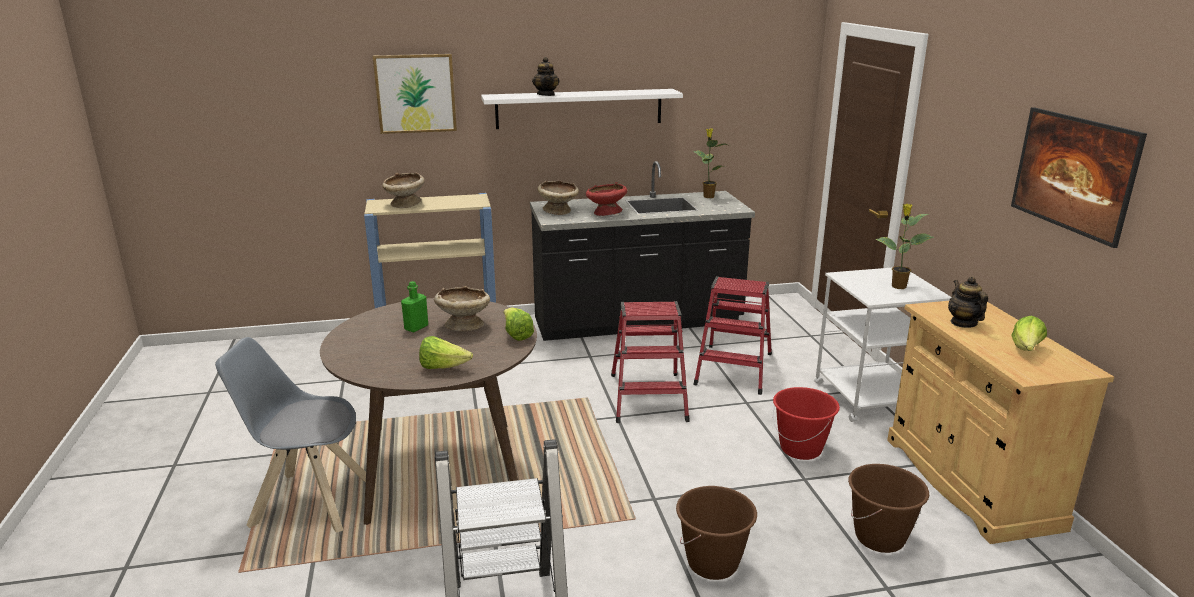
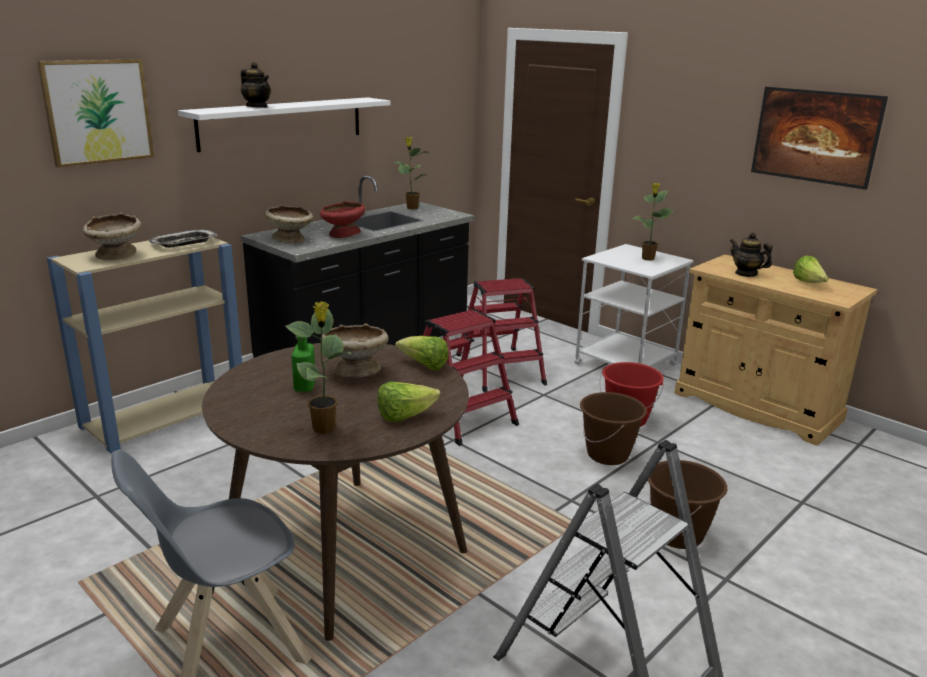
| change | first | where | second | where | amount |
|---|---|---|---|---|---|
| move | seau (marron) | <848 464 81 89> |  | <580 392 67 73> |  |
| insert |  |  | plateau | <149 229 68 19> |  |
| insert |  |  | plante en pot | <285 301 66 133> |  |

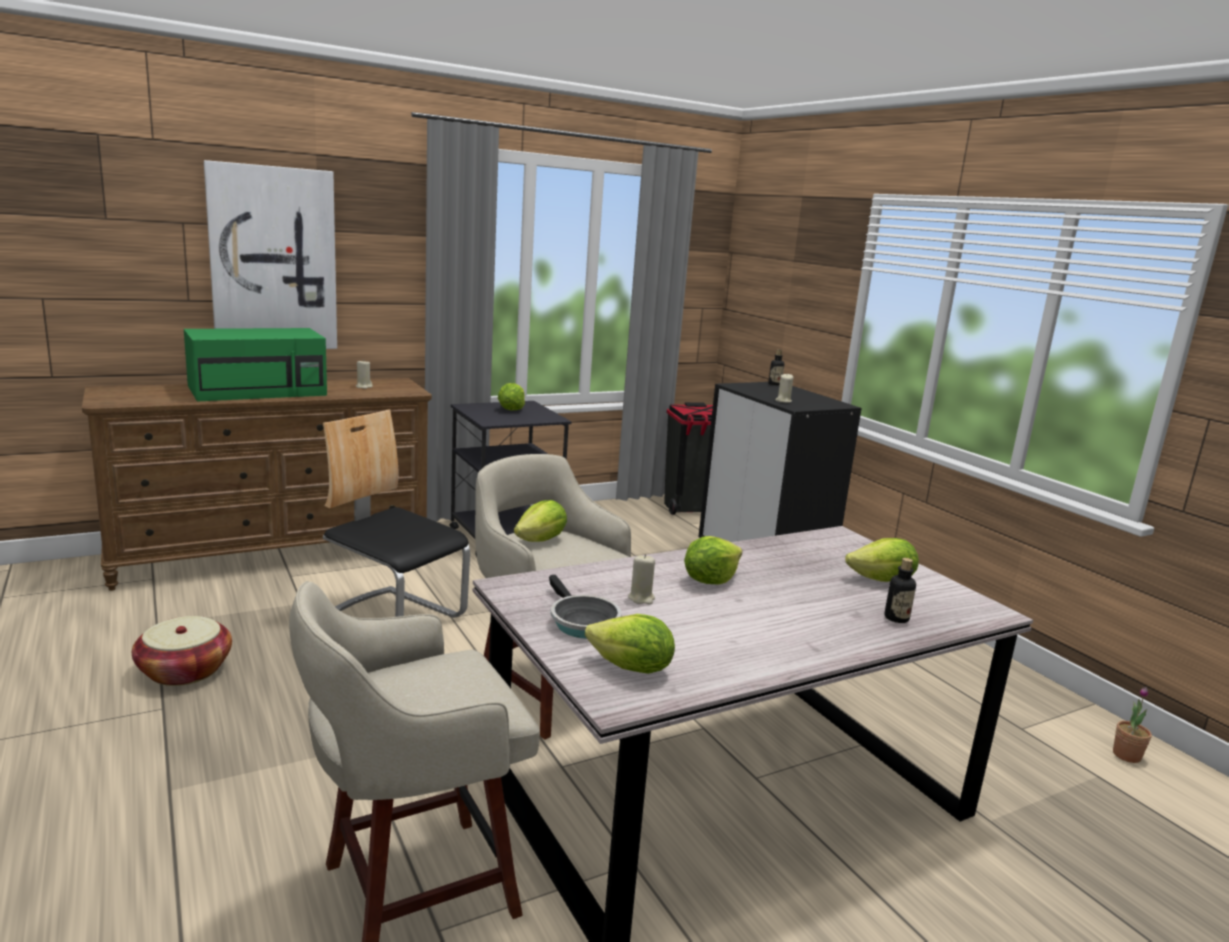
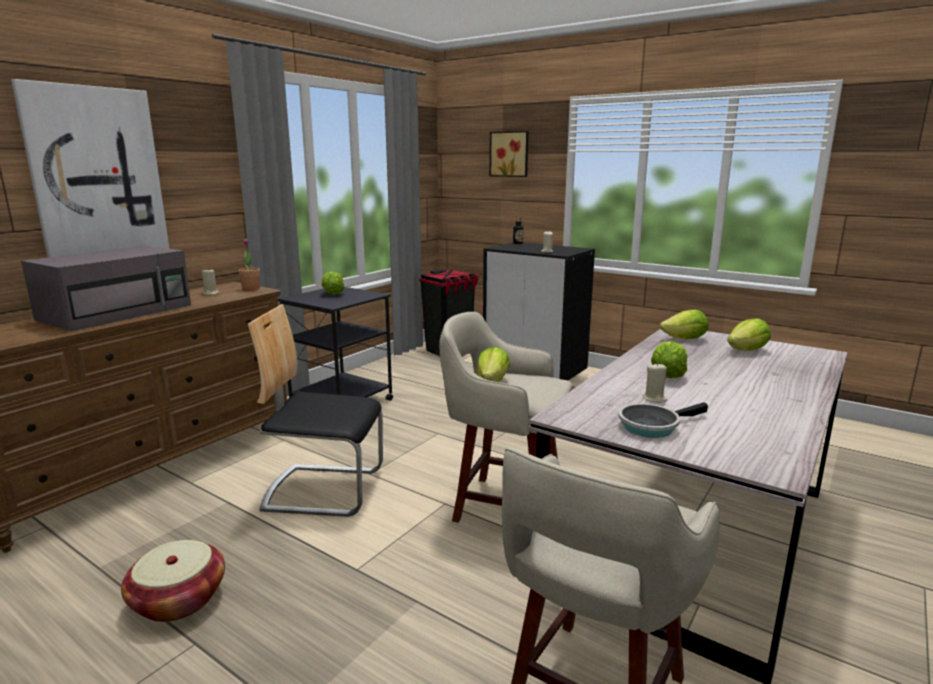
| change | first | where | second | where | amount |
|---|---|---|---|---|---|
| recolor | micro-ondes (vert) | <184 328 143 74> | micro-ondes (gris) | <21 246 170 85> |  |
| rotate | poêle | <549 575 73 64> |  | <618 402 90 36> | 120 degrees clockwise |
| move | laitue | <585 614 90 60> |  | <660 309 49 30> |  |
| delete | bouteille | <885 558 31 65> |  |  |  |
| move | plante en pot | <1113 687 39 76> |  | <239 238 21 53> |  |
| insert |  |  | tableau | <489 131 40 46> |  |

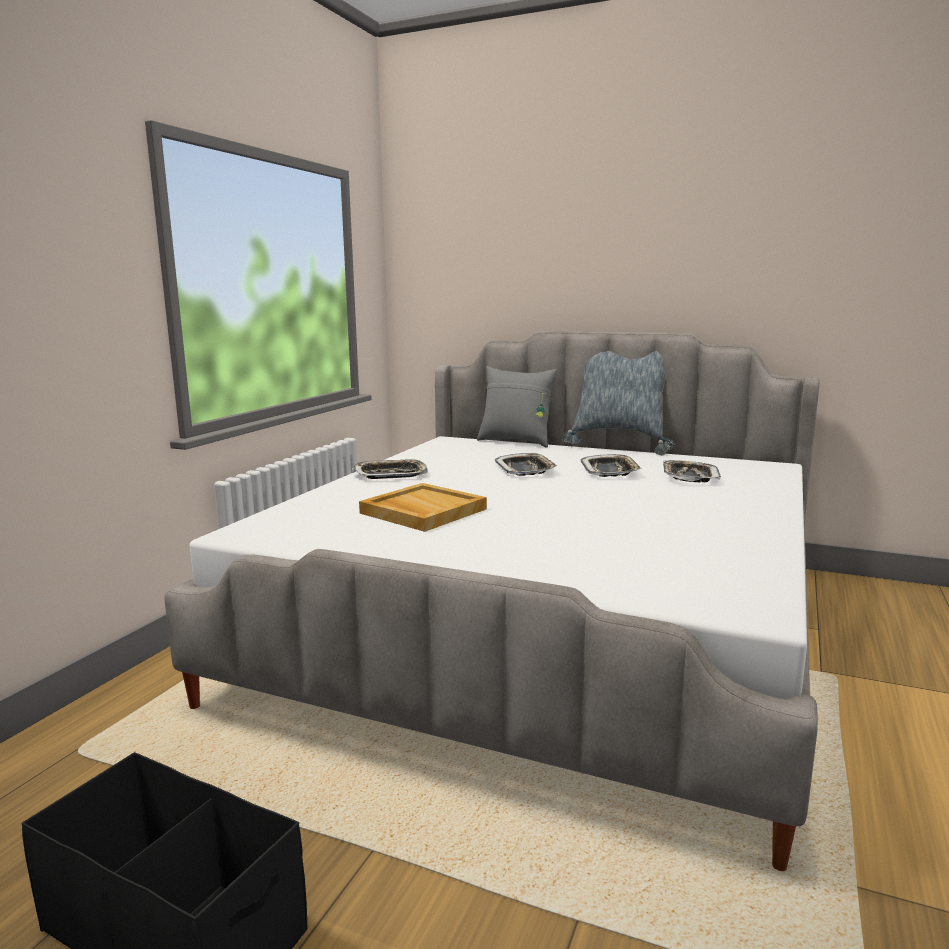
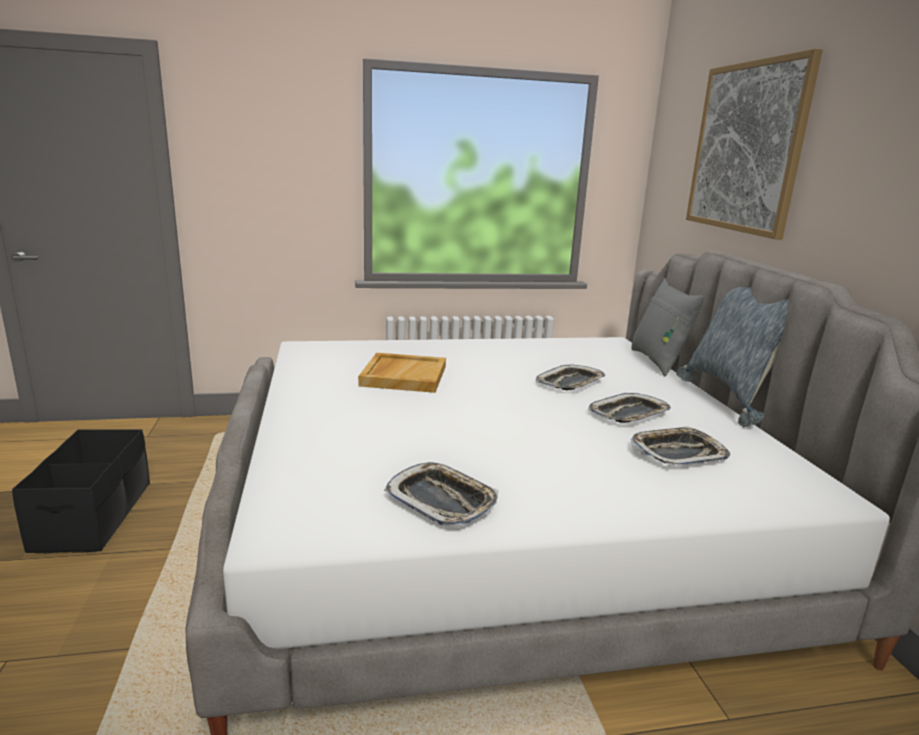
| change | first | where | second | where | amount |
|---|---|---|---|---|---|
| move | plateau | <352 459 75 20> |  | <384 462 114 66> |  |
| insert |  |  | tableau | <686 49 137 190> |  |

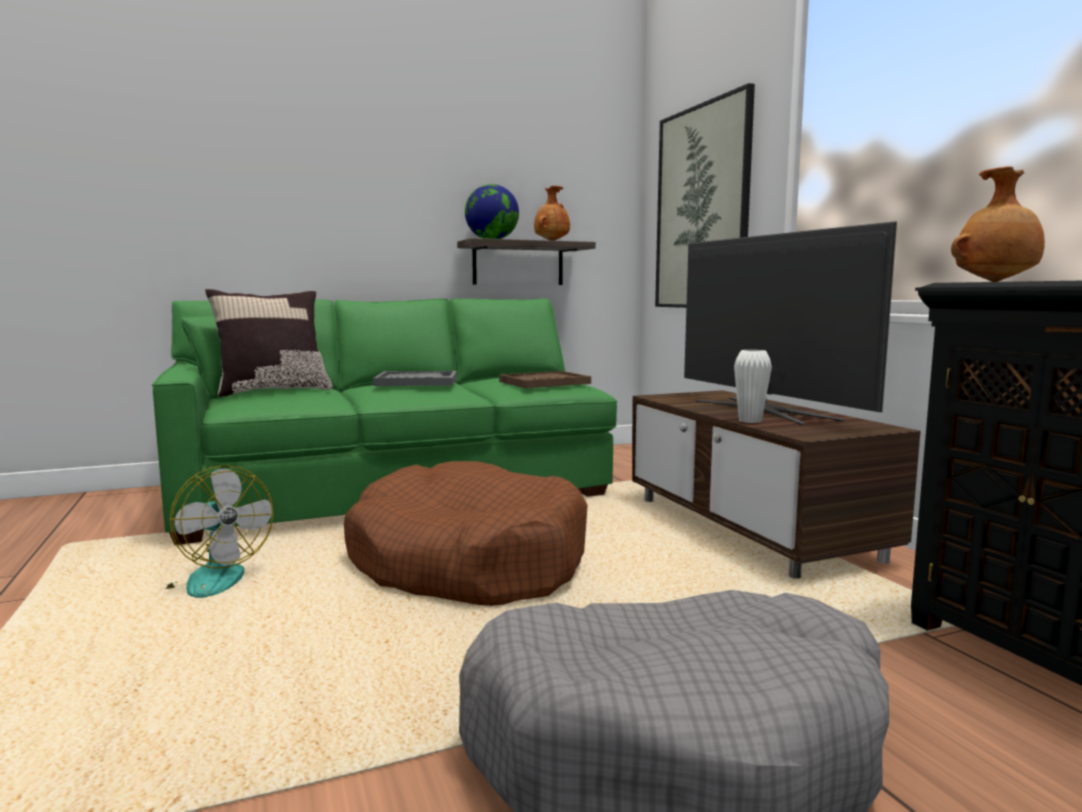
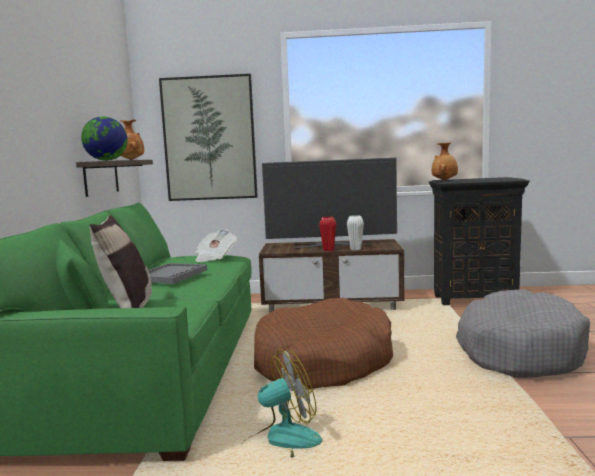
| change | first | where | second | where | amount |
|---|---|---|---|---|---|
| replace | plateau (marron) | <499 371 92 17> | journal | <195 230 42 32> |  |
| insert |  |  | vase (rouge) | <319 217 17 34> |  |

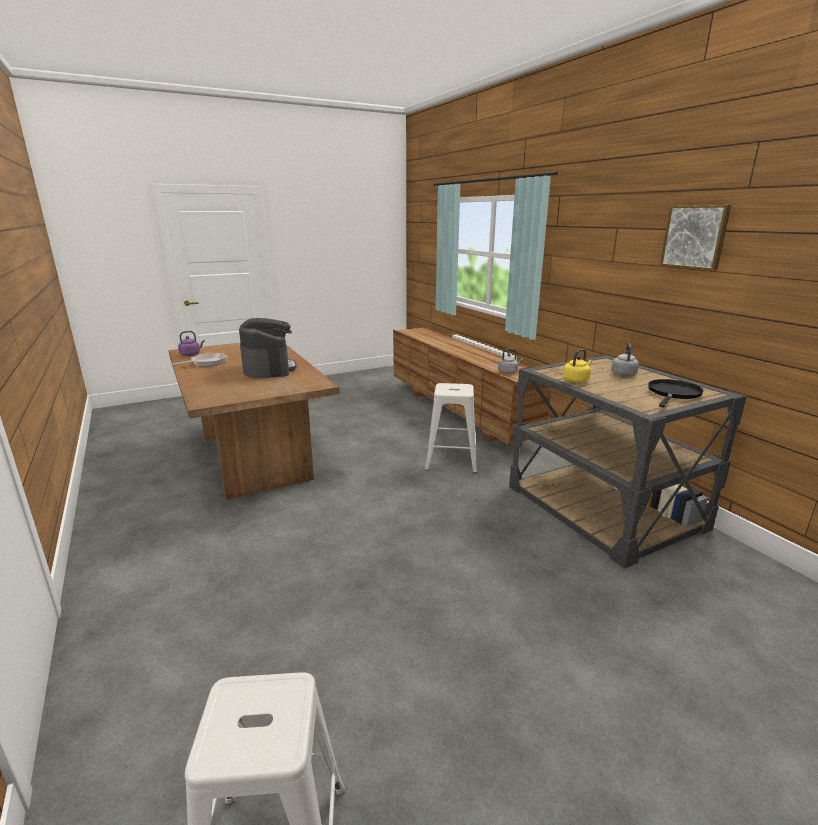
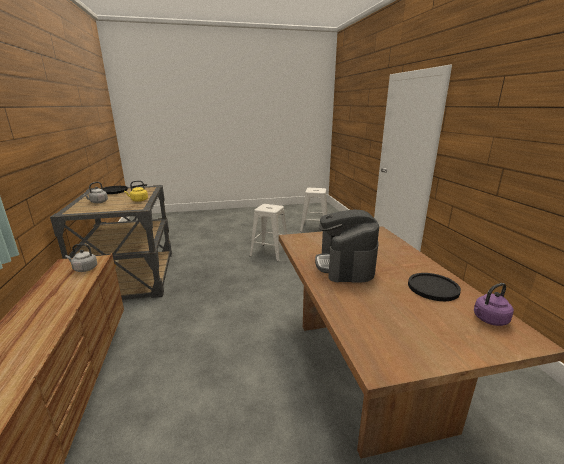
| change | first | where | second | where | amount |
|---|---|---|---|---|---|
| replace | poêle | <170 353 58 14> | assiette (noir) | <408 273 53 28> |  |
| move | tabouret (blanc) | <425 383 52 90> |  | <249 204 38 57> |  |
| delete | tableau | <660 205 71 66> |  |  |  |

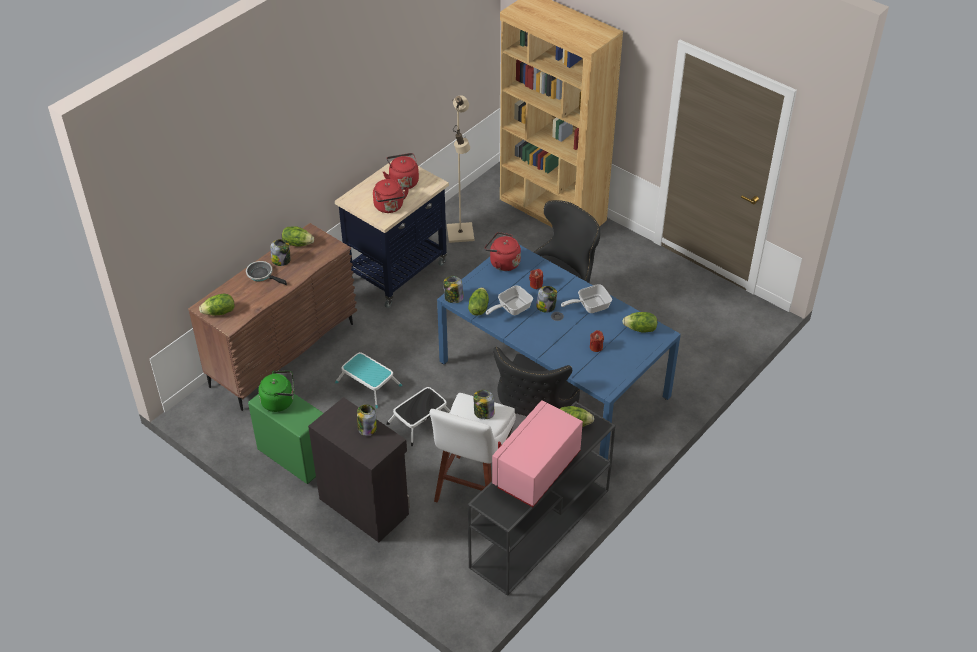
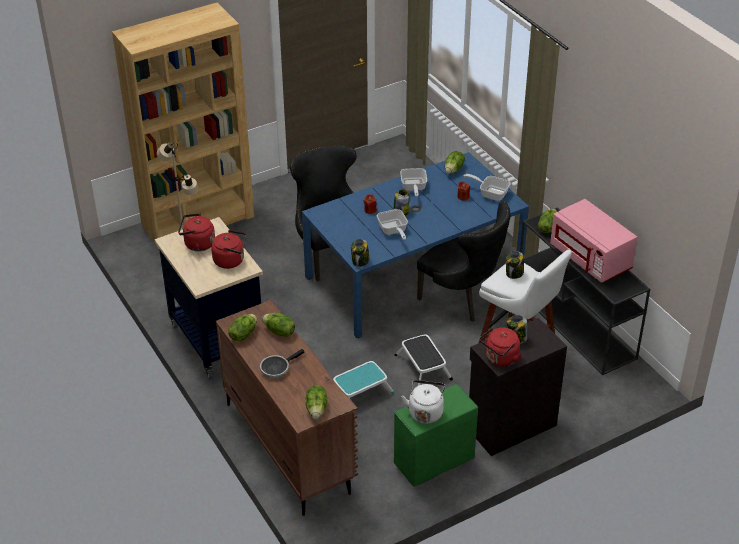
| change | first | where | second | where | amount |
|---|---|---|---|---|---|
| recolor | bouilloire (vert) | <258 371 36 41> | bouilloire (blanc) | <402 380 43 44> |  |
| delete | bocal | <271 239 19 27> |  |  |  |
| move | laitue | <468 287 21 29> |  | <262 313 33 24> |  |
| move | bouilloire (rouge) | <484 232 37 39> |  | <480 327 42 40> |  |
| insert |  |  | poêle | <464 174 47 27> |  |

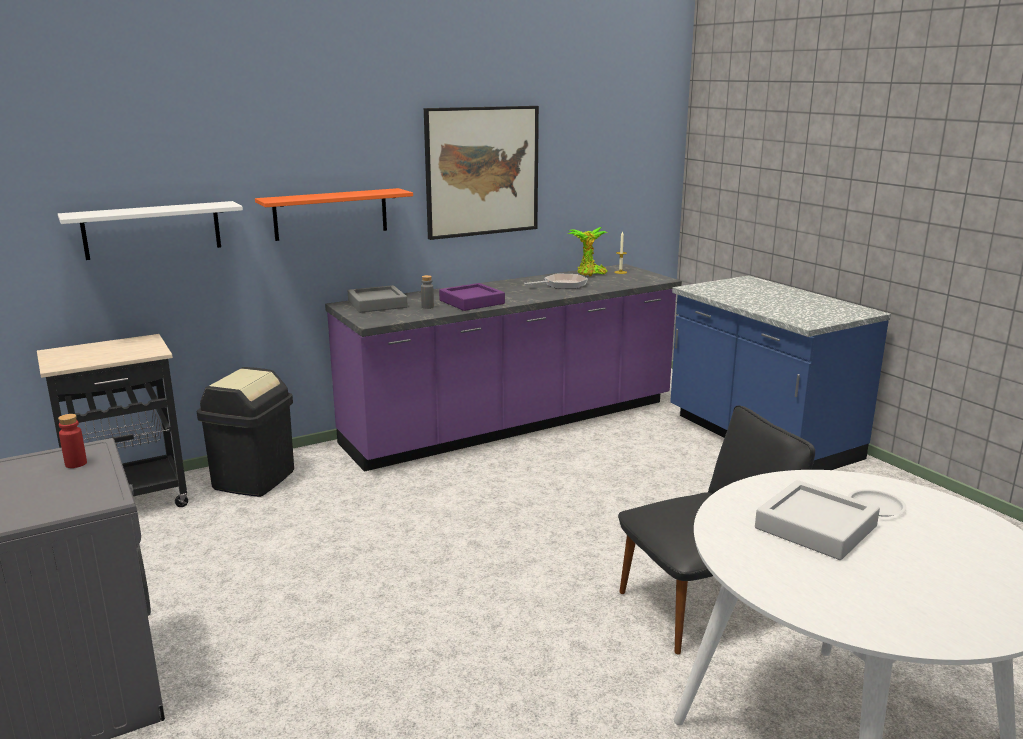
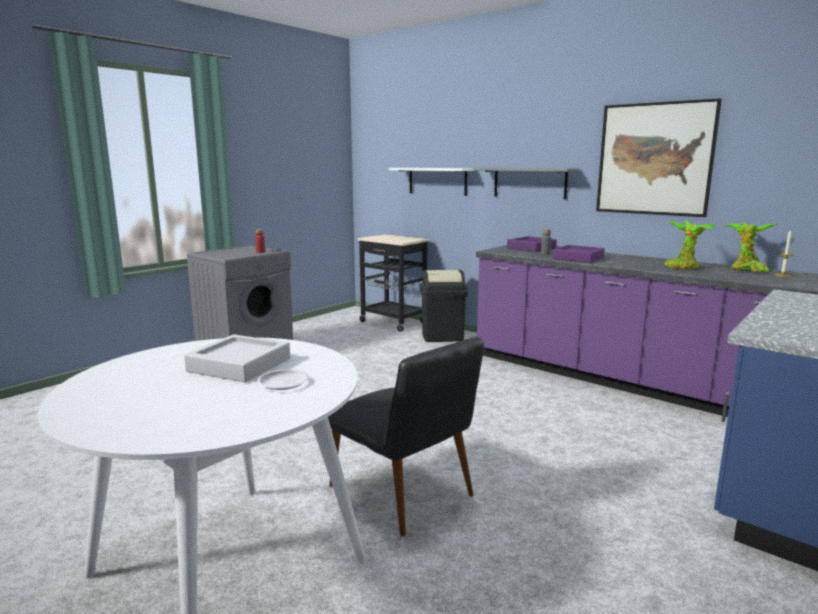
| change | first | where | second | where | amount |
|---|---|---|---|---|---|
| recolor | étagère (orange) | <255 188 158 53> | étagère (gris) | <473 168 106 31> |  |
| recolor | plateau (gris) | <348 285 60 28> | plateau (violet) | <507 236 50 16> |  |
| replace | poêle | <524 274 64 15> | plante en pot | <664 220 52 49> |  |

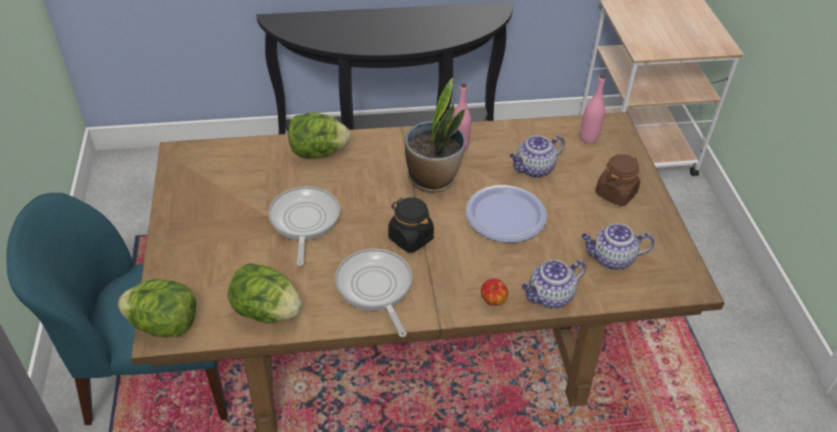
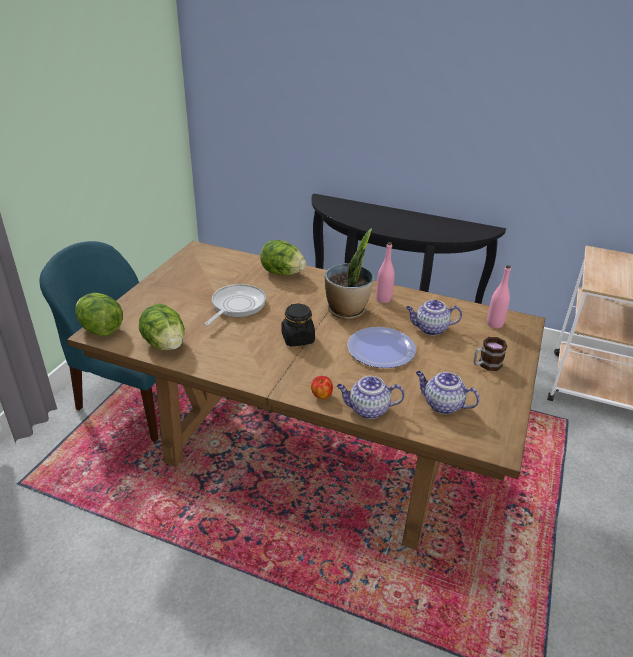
| change | first | where | second | where | amount |
|---|---|---|---|---|---|
| delete | poêle | <335 249 77 88> |  |  |  |
| replace | bocal (marron) | <596 154 44 52> | mug | <473 337 34 34> |  |

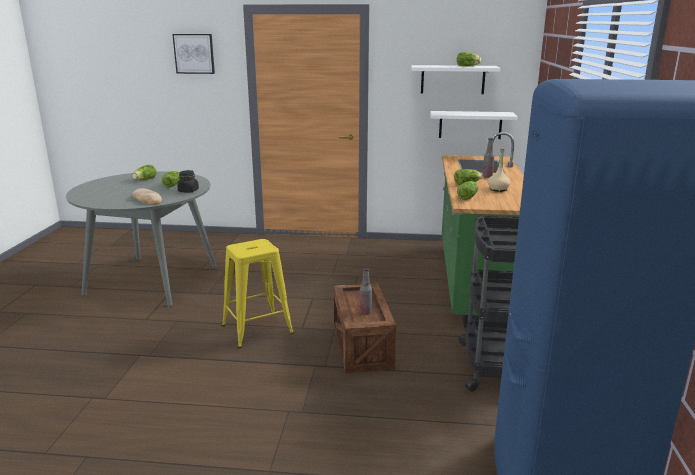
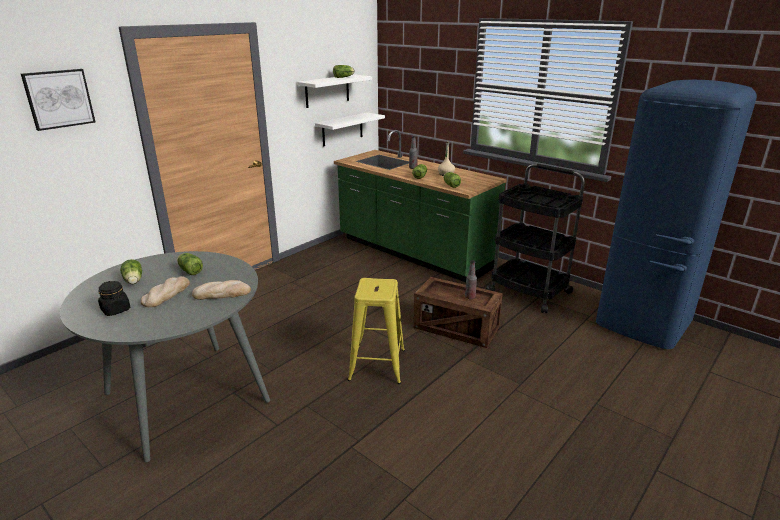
| change | first | where | second | where | amount |
|---|---|---|---|---|---|
| move | bocal (noir) | <177 170 22 23> |  | <98 281 32 35> |  |
| insert |  |  | pain | <141 276 49 31> |  |

